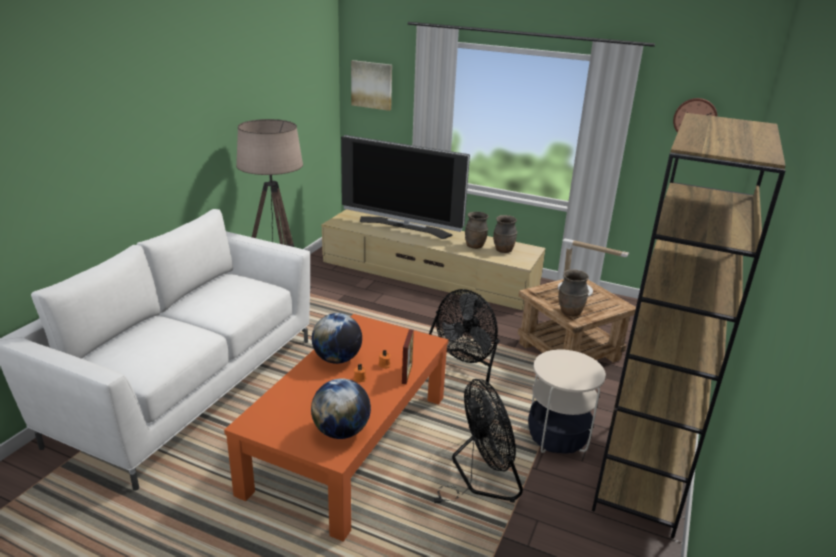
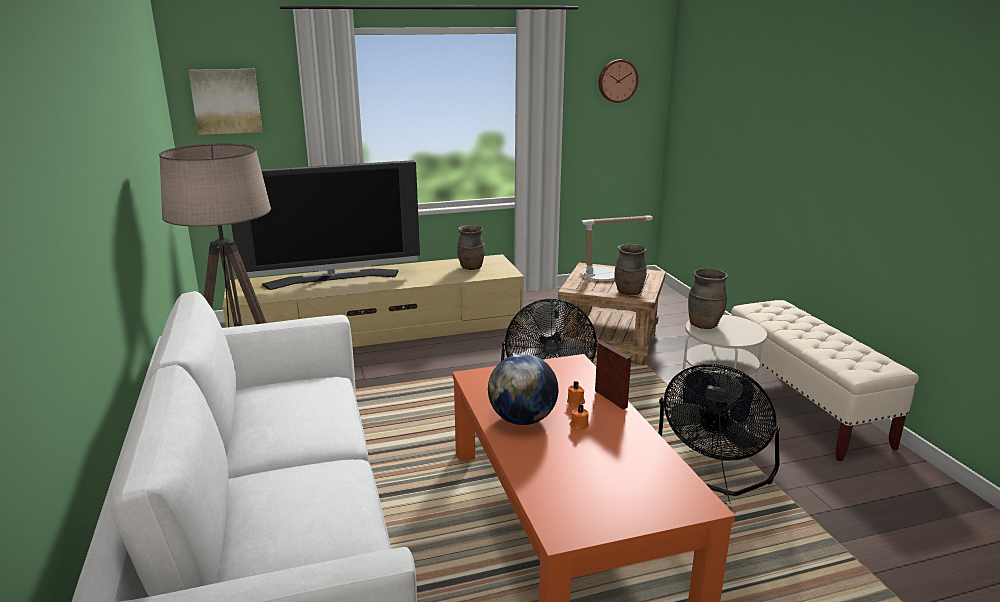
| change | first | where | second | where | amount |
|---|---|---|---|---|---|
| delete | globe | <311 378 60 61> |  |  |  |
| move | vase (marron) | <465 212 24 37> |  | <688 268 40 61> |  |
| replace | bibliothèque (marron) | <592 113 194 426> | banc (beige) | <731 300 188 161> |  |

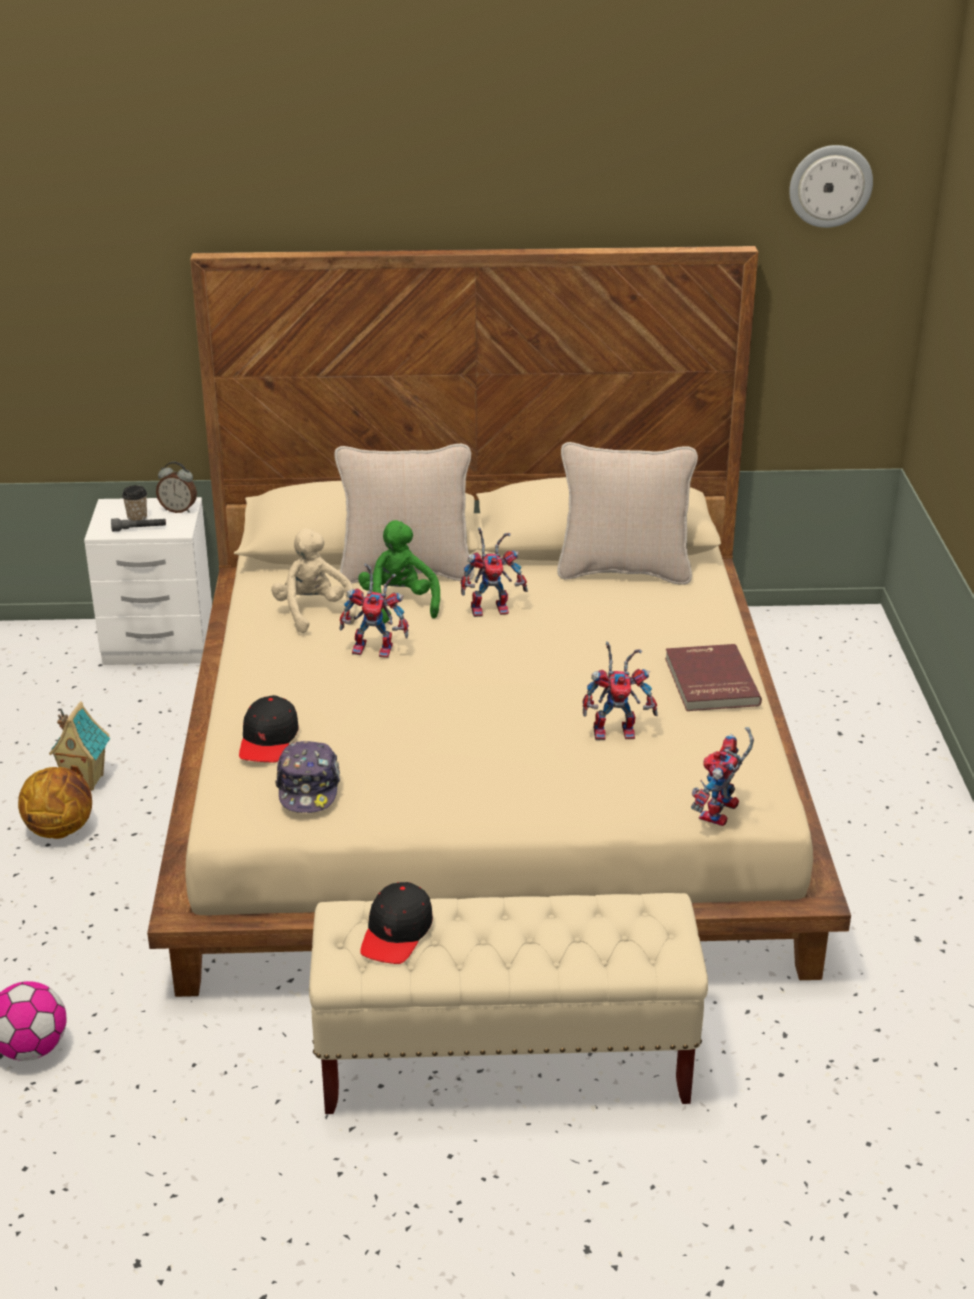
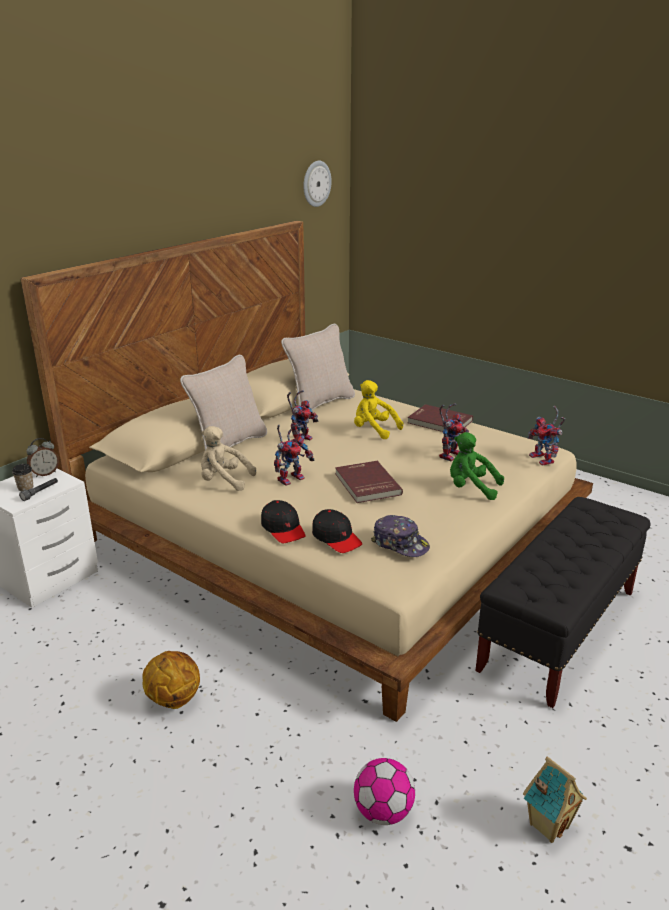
| change | first | where | second | where | amount |
|---|---|---|---|---|---|
| move | maison miniature | <49 702 61 89> |  | <523 756 64 87> |  |
| recolor | banc (beige) | <309 893 399 221> | banc (noir) | <475 497 175 211> |  |
| move | peluche (vert) | <358 520 82 104> |  | <450 432 54 68> |  |
| move | casquette (noir) | <360 882 73 82> |  | <261 500 44 43> |  |
| insert |  |  | livre (rouge) | <335 461 68 42> |  |
| insert |  |  | peluche (jaune) | <354 380 49 59> |  |

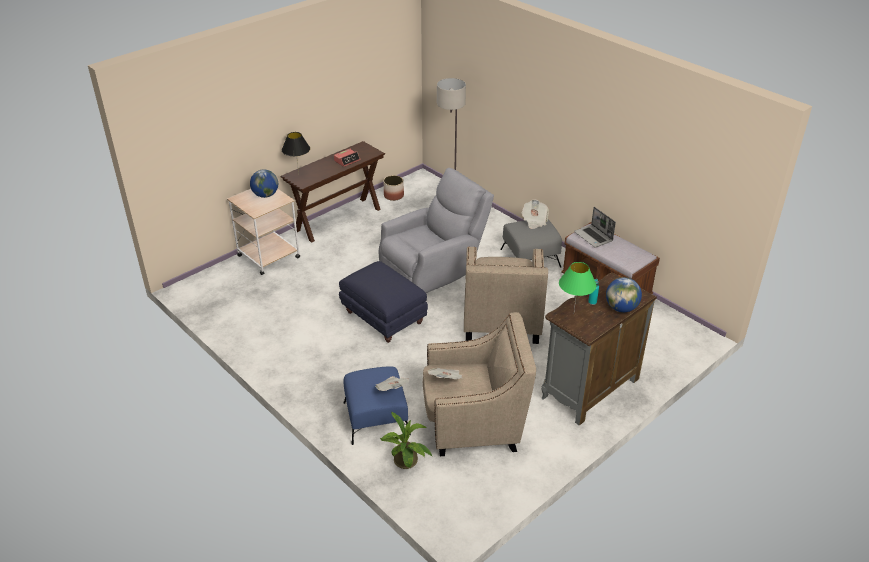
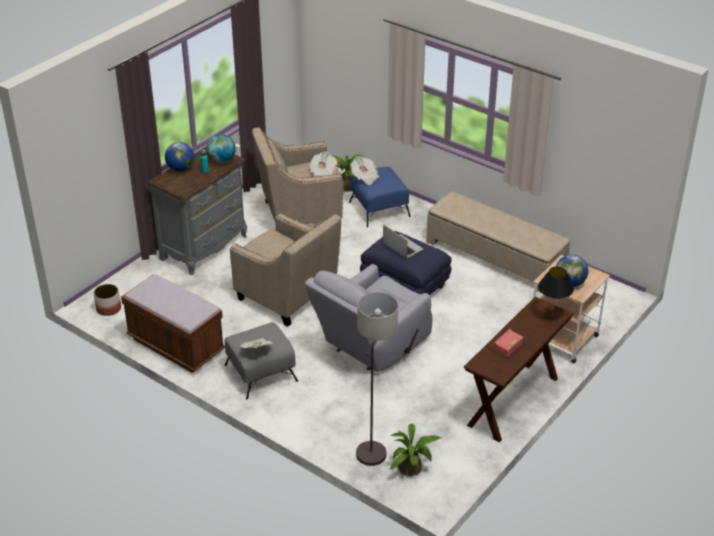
| change | first | where | second | where | amount |
|---|---|---|---|---|---|
| move | cache-pot | <383 175 21 26> |  | <94 284 27 32> |  |
| rotate | fauteuil (beige) | <464 246 84 98> |  | <230 213 111 114> | 135 degrees clockwise |
| replace | lampe de table (vert) | <559 262 37 48> | globe | <206 134 30 30> |  |
| move | ordinateur portable | <574 207 42 41> |  | <383 225 41 34> |  |
| insert |  |  | plante en pot | <389 424 52 52> |  |
| insert |  |  | banc (beige) | <426 192 144 100> |  |

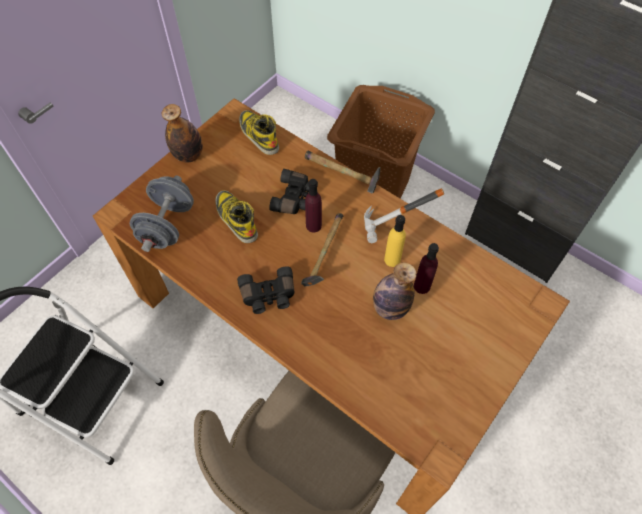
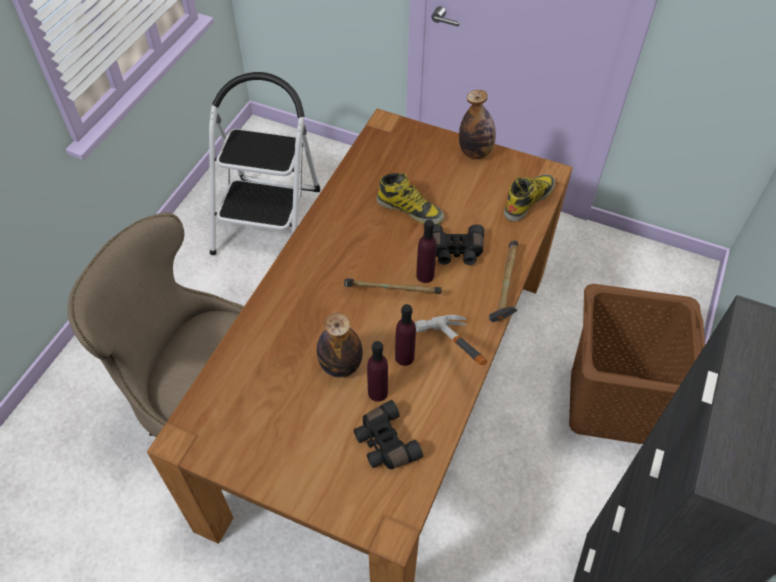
| change | first | where | second | where | amount |
|---|---|---|---|---|---|
| delete | haltère (gris) | <129 176 65 76> |  |  |  |
| rotate | botte | <215 191 43 52> |  | <376 173 68 51> | 75 degrees clockwise |
| move | jumelles (noir) | <237 266 57 48> |  | <354 400 69 69> |  |
| recolor | bouteille (jaune) | <384 215 22 52> | bouteille (violet) | <395 304 21 62> |  |

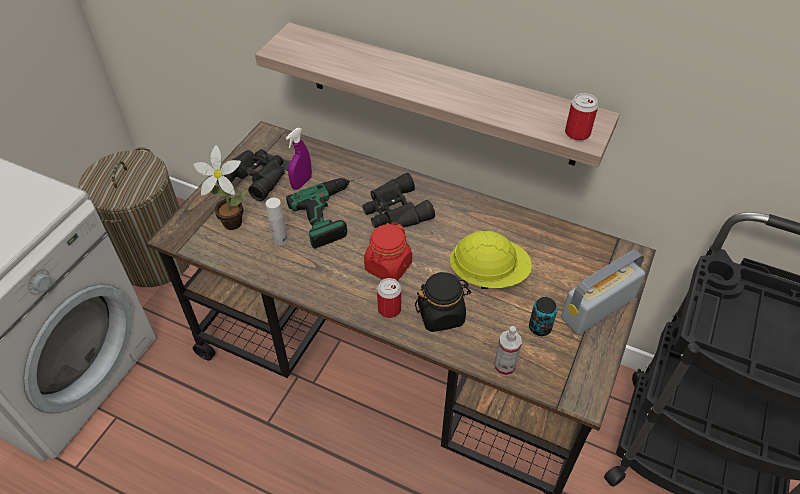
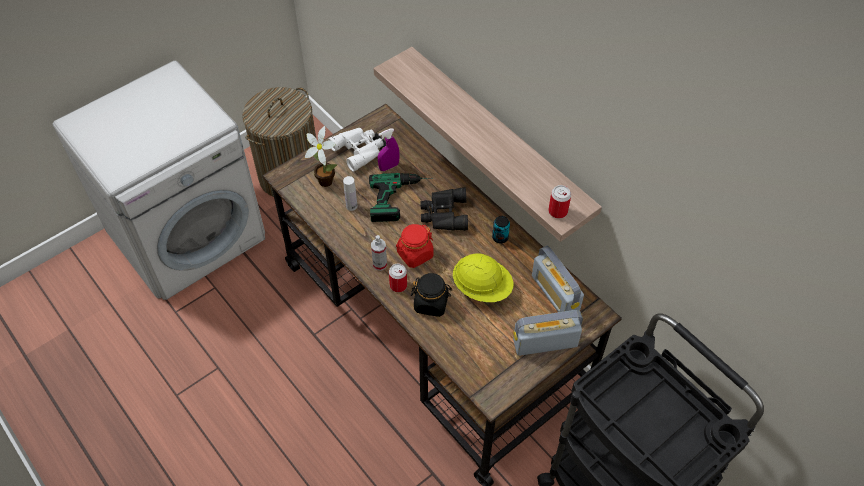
| change | first | where | second | where | amount |
|---|---|---|---|---|---|
| recolor | jumelles (noir) | <217 149 68 52> | jumelles (blanc) | <328 128 56 44> |  |
| move | vaporisateur | <494 326 28 50> |  | <371 235 16 36> |  |
| move | boîte métallique | <529 297 28 39> |  | <492 216 18 27> |  |
| insert |  |  | radio | <532 246 52 66> |  |

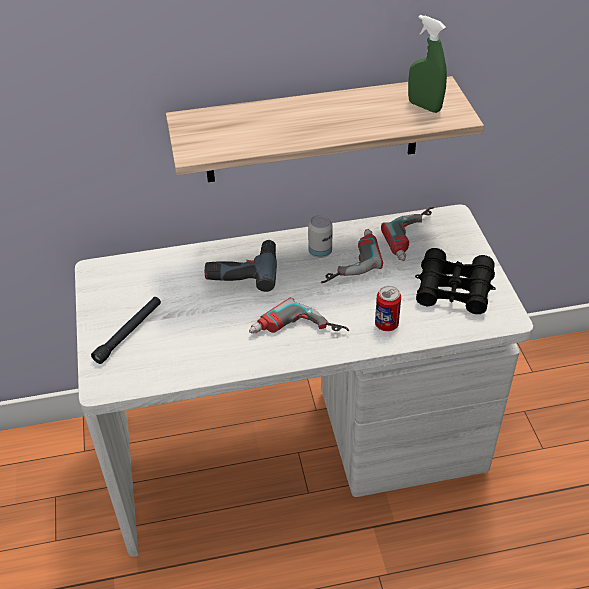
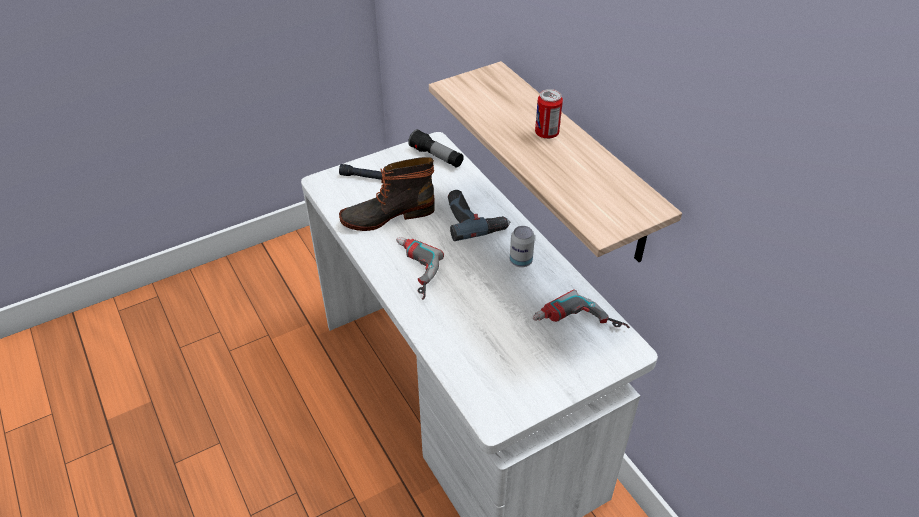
| change | first | where | second | where | amount |
|---|---|---|---|---|---|
| delete | perceuse | <321 229 62 54> |  |  |  |
| move | boîte métallique | <375 286 26 45> |  | <535 89 28 50> |  |
| delete | vaporisateur (vert) | <408 15 39 98> |  |  |  |
| delete | jumelles (noir) | <415 248 81 66> |  |  |  |
| insert |  |  | botte | <339 157 96 74> |  |
| insert |  |  | lampe de poche | <408 129 56 38> |  |

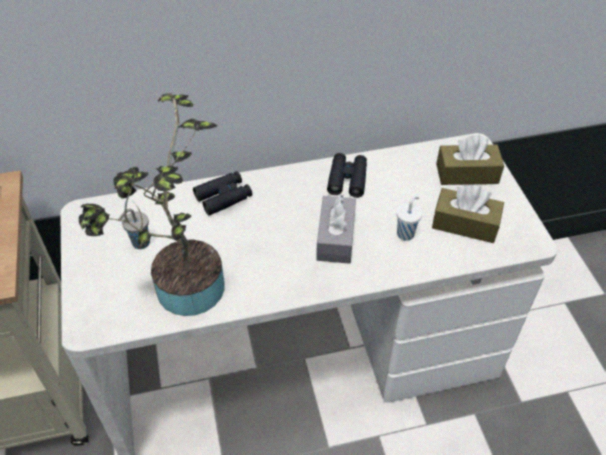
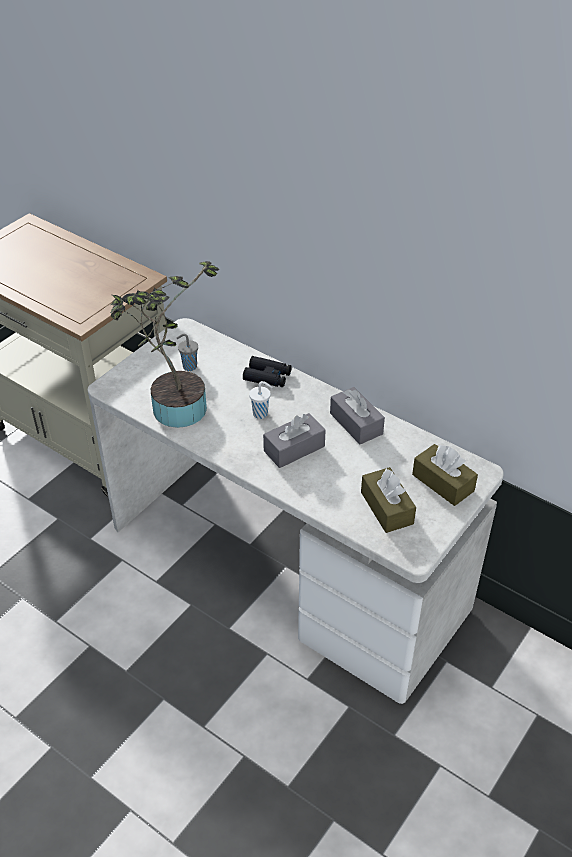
| change | first | where | second | where | amount |
|---|---|---|---|---|---|
| replace | jumelles (noir) | <327 153 40 45> | boîte à mouchoirs (gris) | <330 387 55 58> |  |
| move | tasse (blanc) | <396 196 26 45> |  | <249 381 24 38> |  |

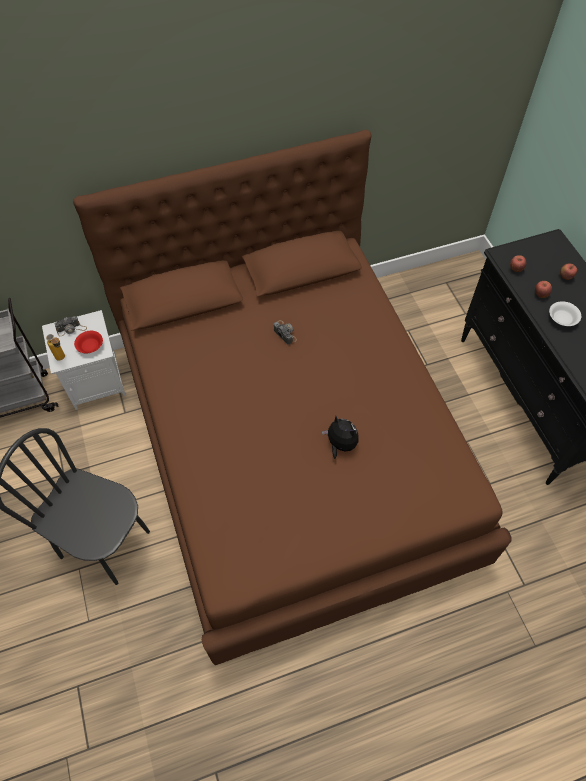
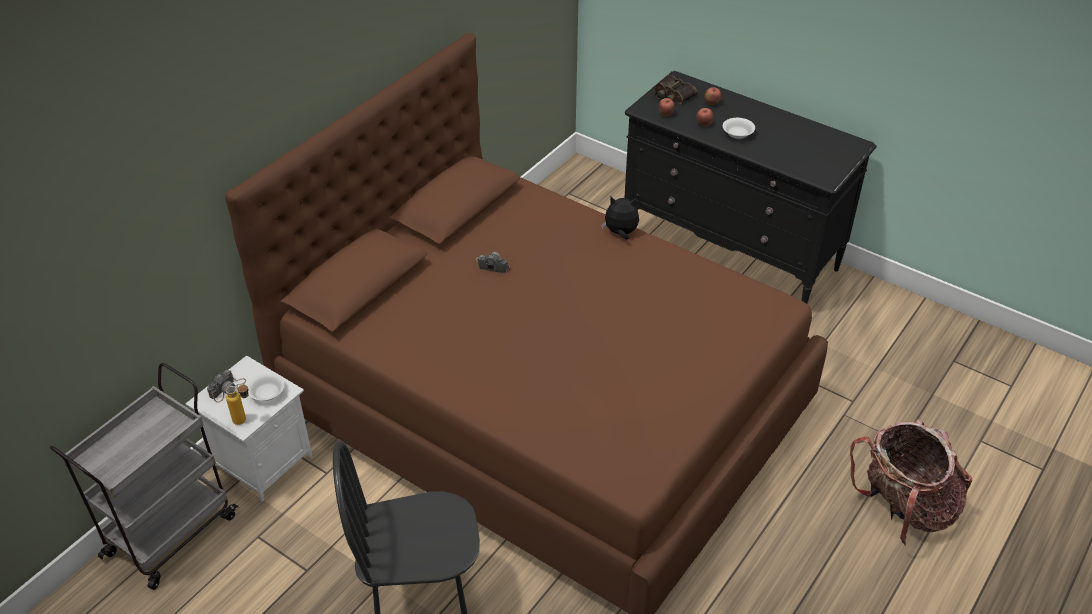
| change | first | where | second | where | amount |
|---|---|---|---|---|---|
| recolor | bol (rouge) | <74 331 29 22> | bol (blanc) | <247 373 38 28> |  |
| move | peluche | <322 416 37 43> |  | <601 196 38 44> |  |
| insert |  |  | jumelles | <654 75 43 29> |  |
| insert |  |  | sac à dos | <850 420 122 126> |  |

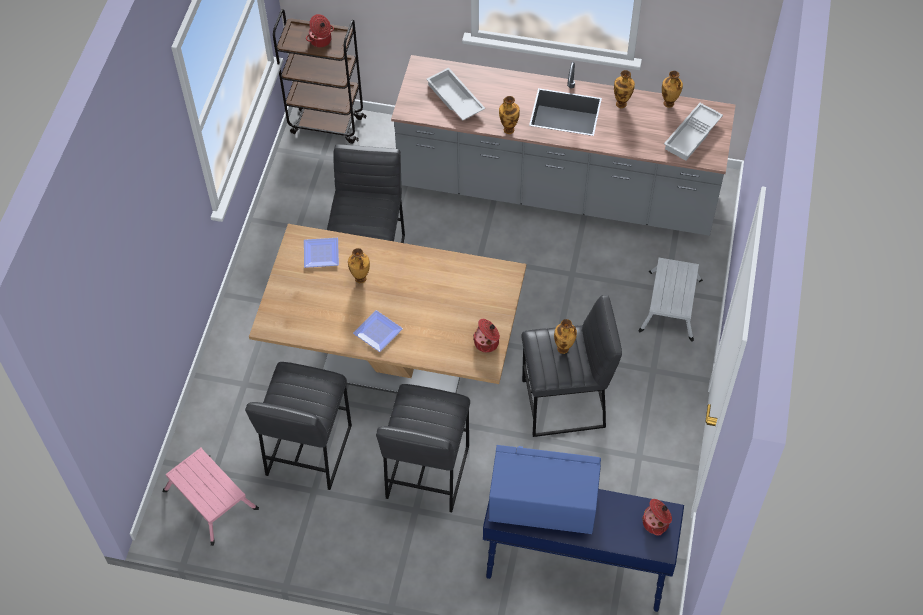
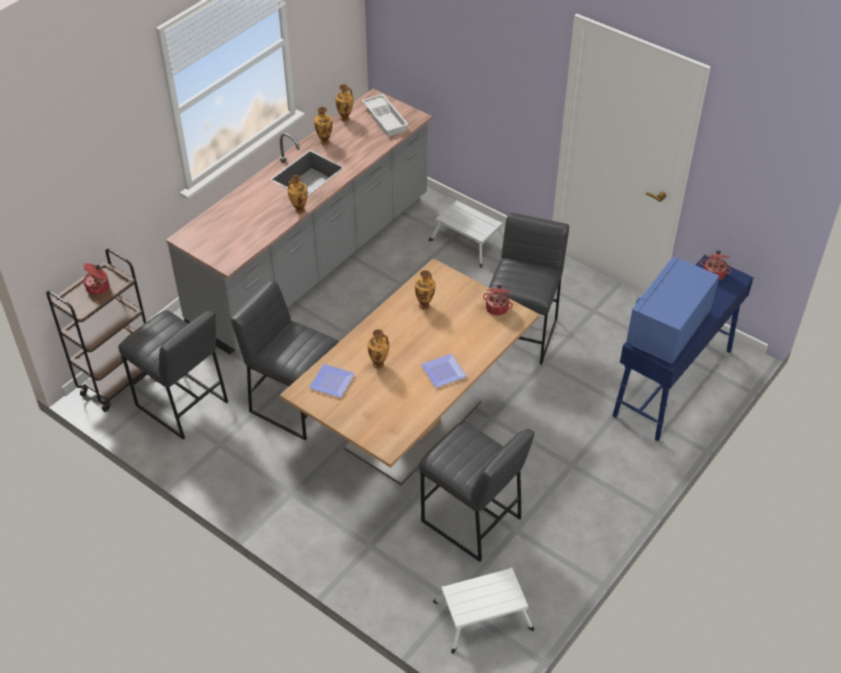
| change | first | where | second | where | amount |
|---|---|---|---|---|---|
| recolor | escabeau (rose) | <163 448 96 98> | escabeau (blanc) | <433 568 101 86> |  |
| move | tabouret (gris) | <376 384 94 128> |  | <119 310 109 130> |  |
| delete | plateau (blanc) | <426 68 59 52> |  |  |  |
| move | vase | <554 319 23 35> |  | <415 270 20 40> |  |

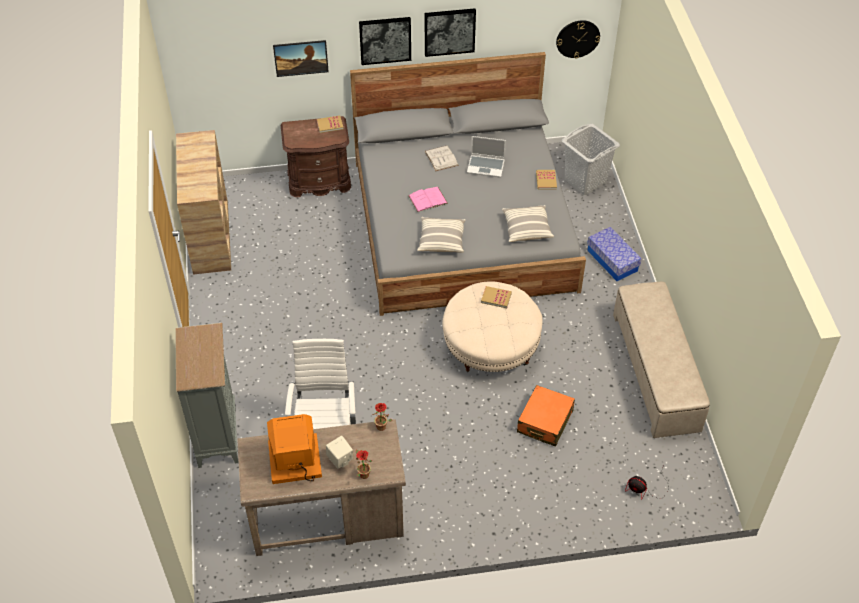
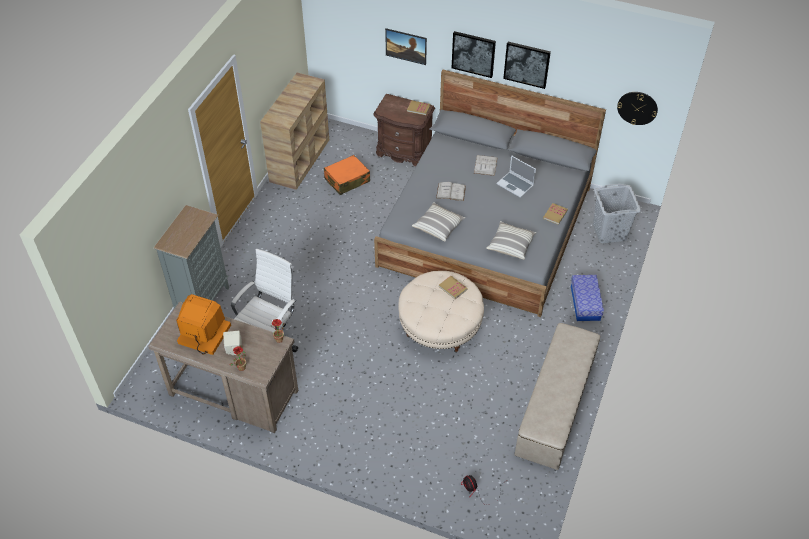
| change | first | where | second | where | amount |
|---|---|---|---|---|---|
| recolor | livre (rose) | <408 187 40 25> | livre (blanc) | <436 182 30 19> |  |
| move | valise (orange) | <517 385 58 62> |  | <324 155 46 40> |  |

